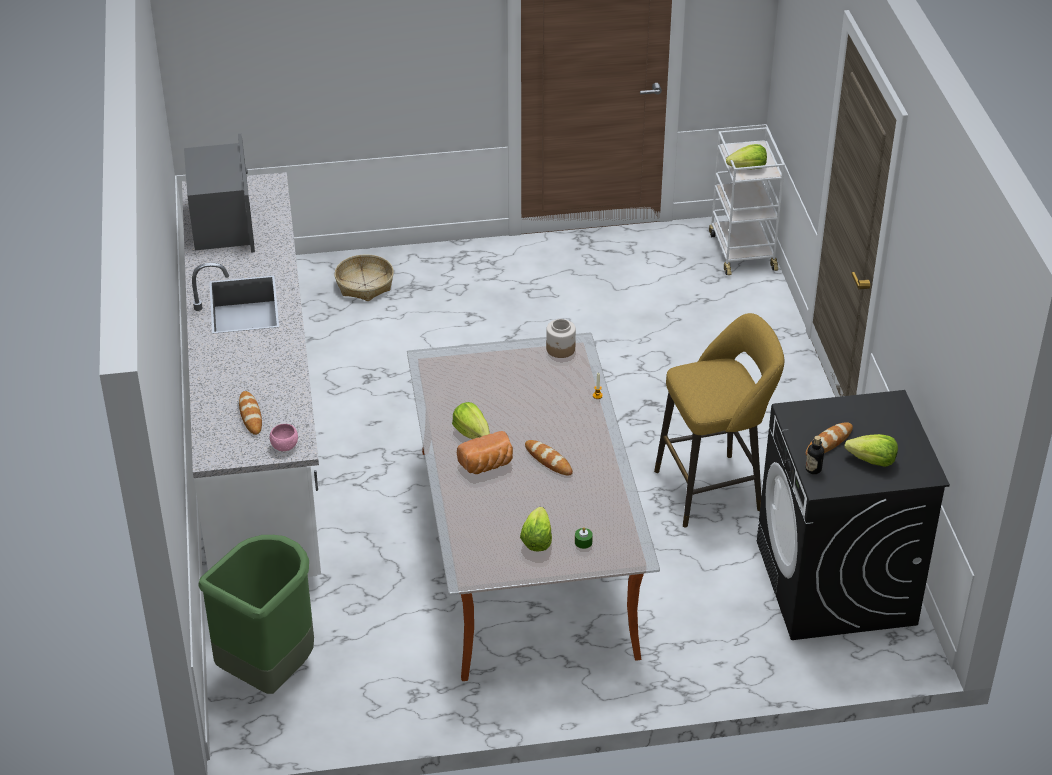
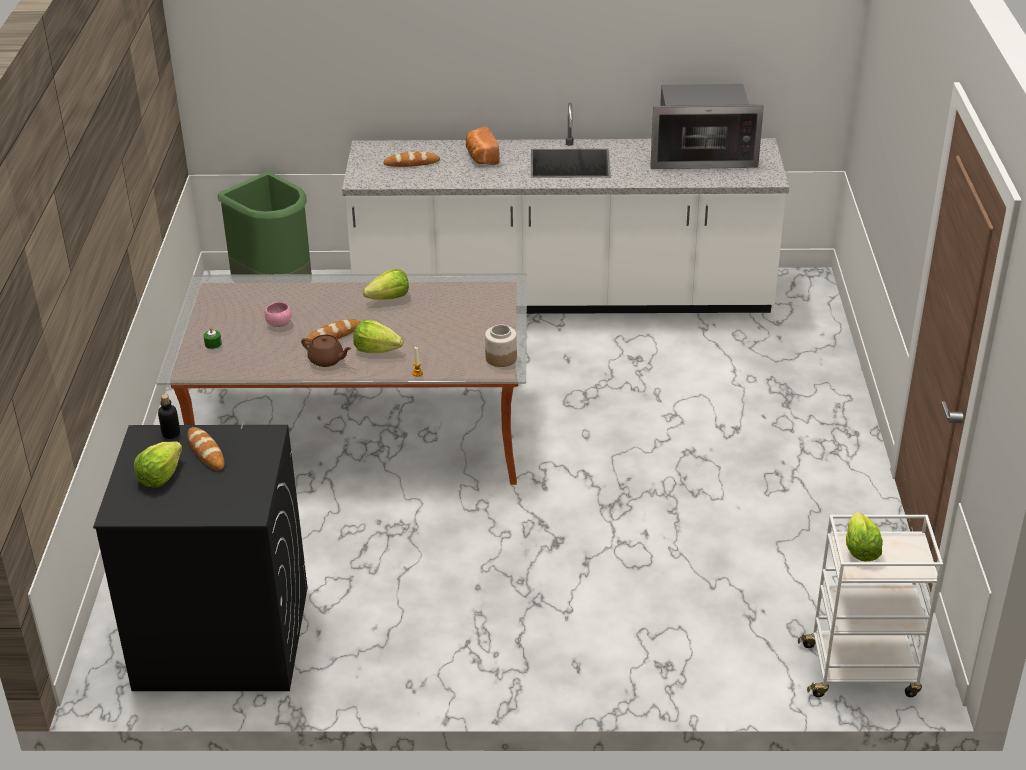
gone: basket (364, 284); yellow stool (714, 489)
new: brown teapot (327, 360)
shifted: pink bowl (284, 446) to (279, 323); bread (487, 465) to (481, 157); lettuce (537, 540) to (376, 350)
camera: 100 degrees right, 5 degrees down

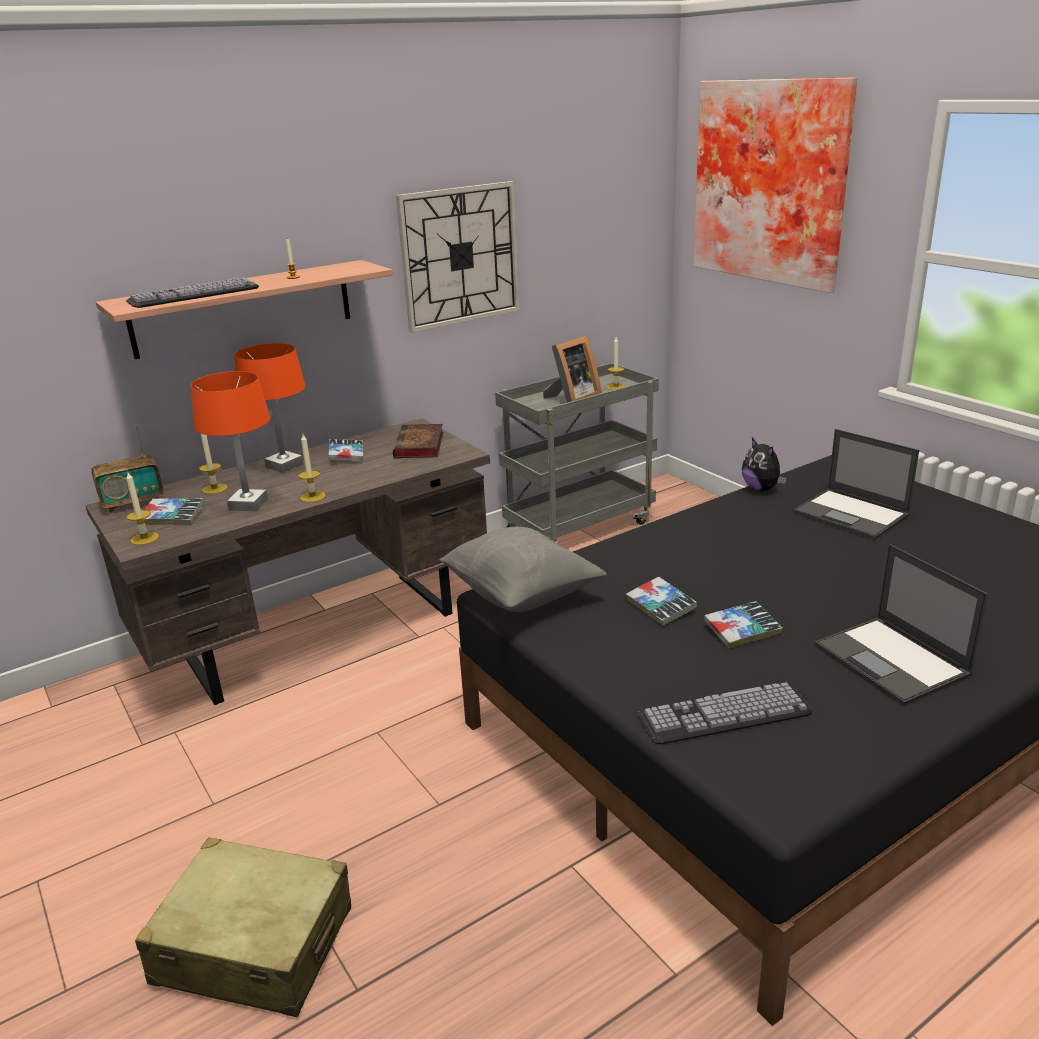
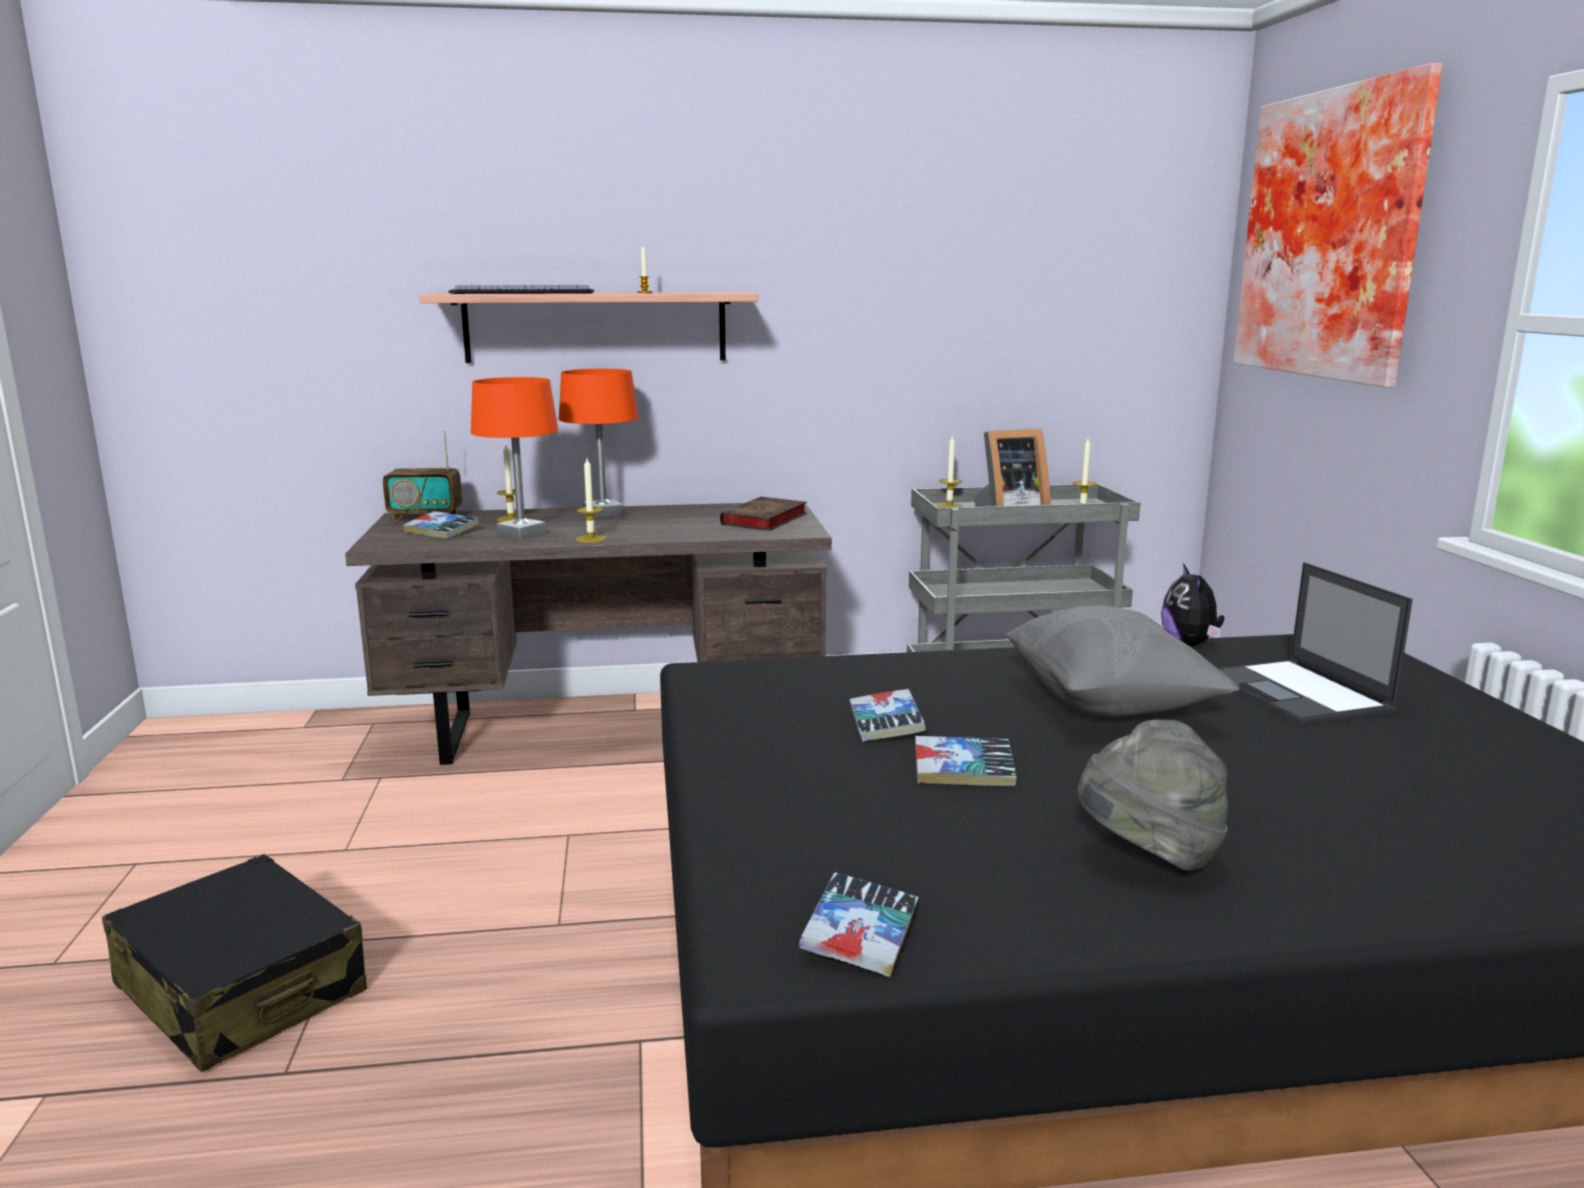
gone: wall clock (460, 256); keyboard (721, 707)
shifted: candle (144, 538) to (949, 506); book (346, 455) to (860, 935); grey pillow (521, 595) to (1108, 705)
swapped: laptop (892, 661) to grey hat (1148, 856)
repainted: beige suitcase (254, 945) to black suitcase (241, 989)
camera: 25 degrees right, 10 degrees down

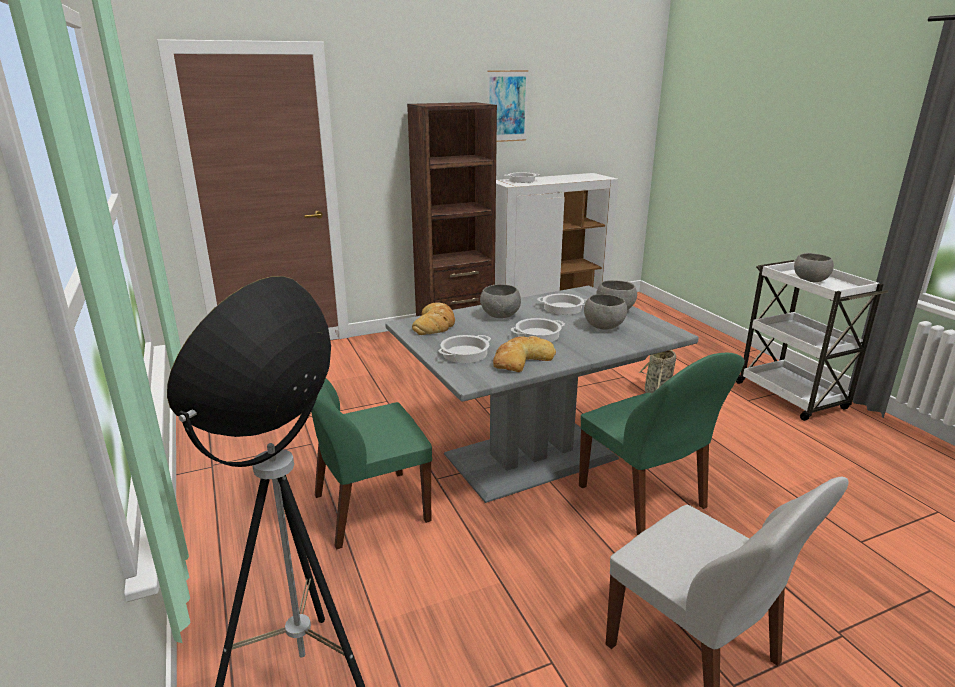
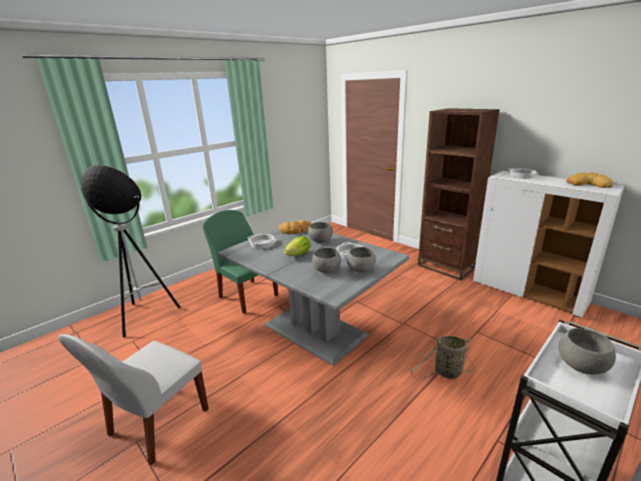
gone: picture (507, 106); green chair (643, 499)
shifted: bread (521, 360) to (588, 184)
swapped: cooking pot (538, 335) to lettuce (298, 255)
camera: 70 degrees right, 0 degrees up

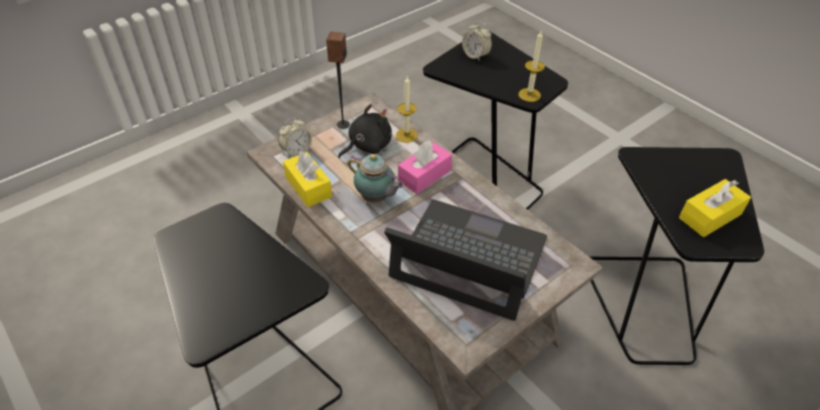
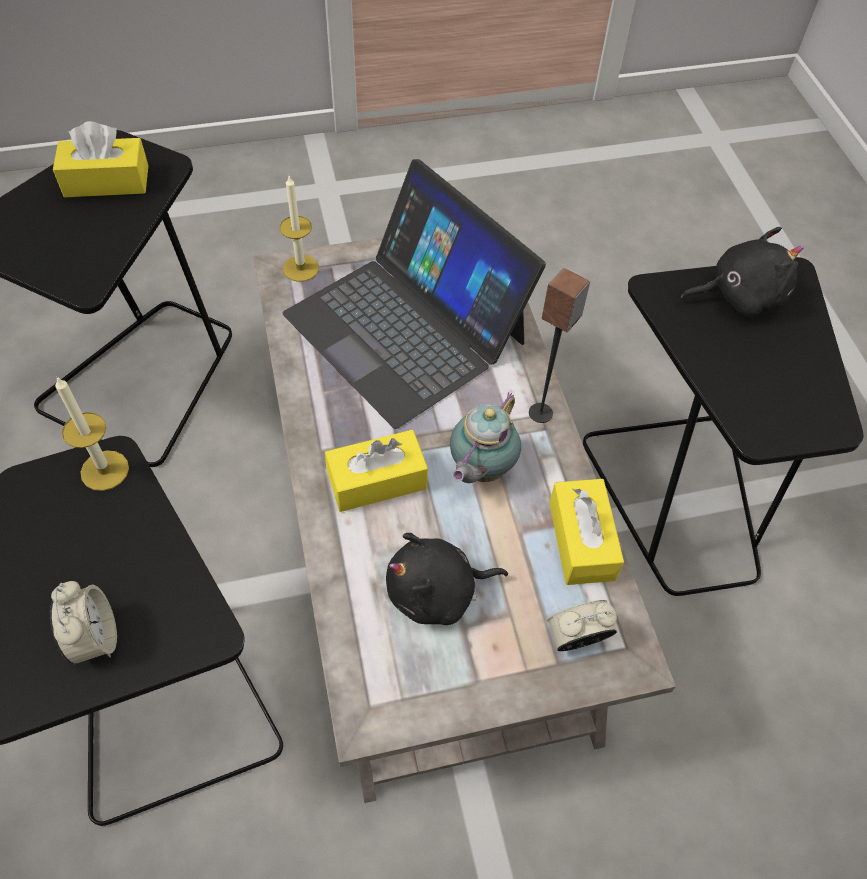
new: black plush toy (739, 296)
shifted: speaker (342, 124) to (541, 413); candle (406, 135) to (301, 268)
repainted: pink tissue box (424, 175) to yellow tissue box (377, 481)
rotated: teapot (376, 198) = (479, 470) 120 degrees counterclockwise
camera: 155 degrees left, 10 degrees up

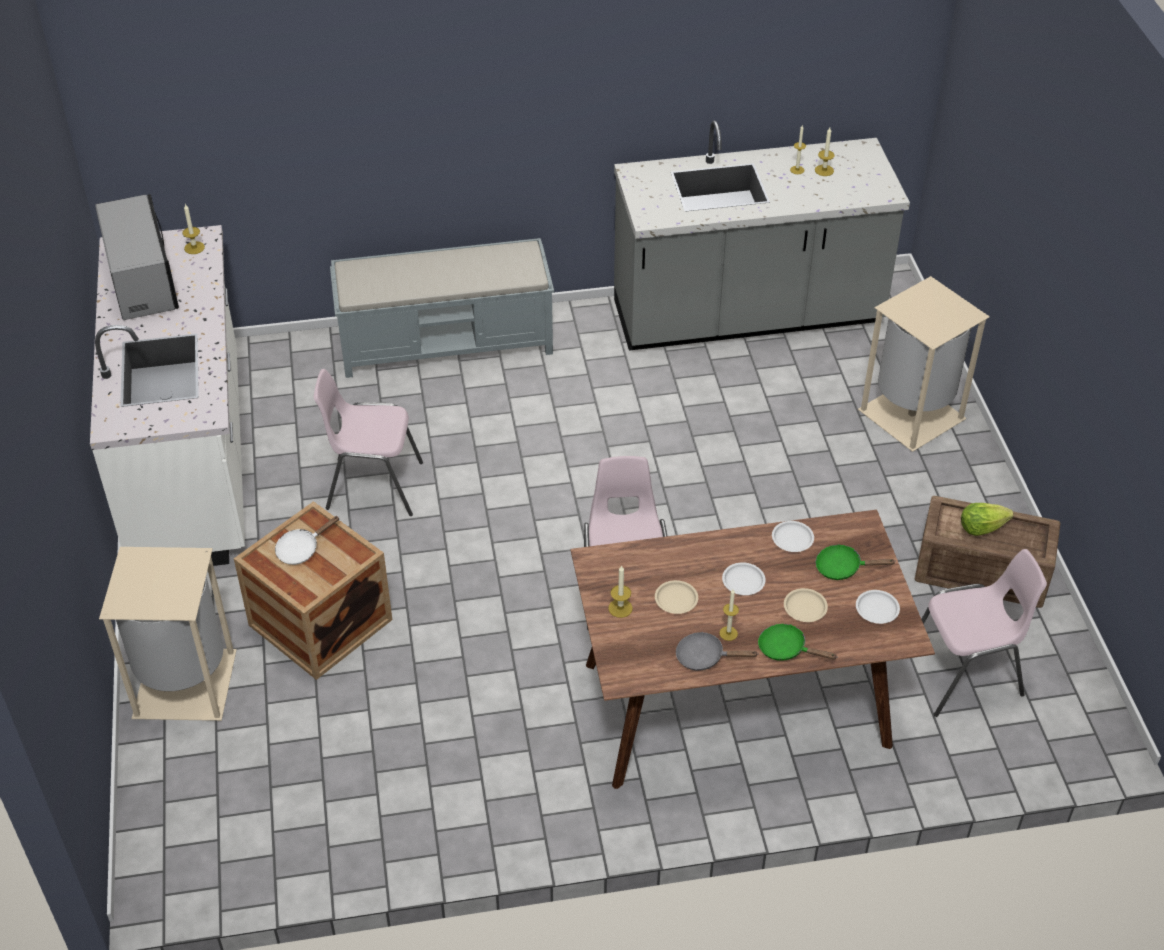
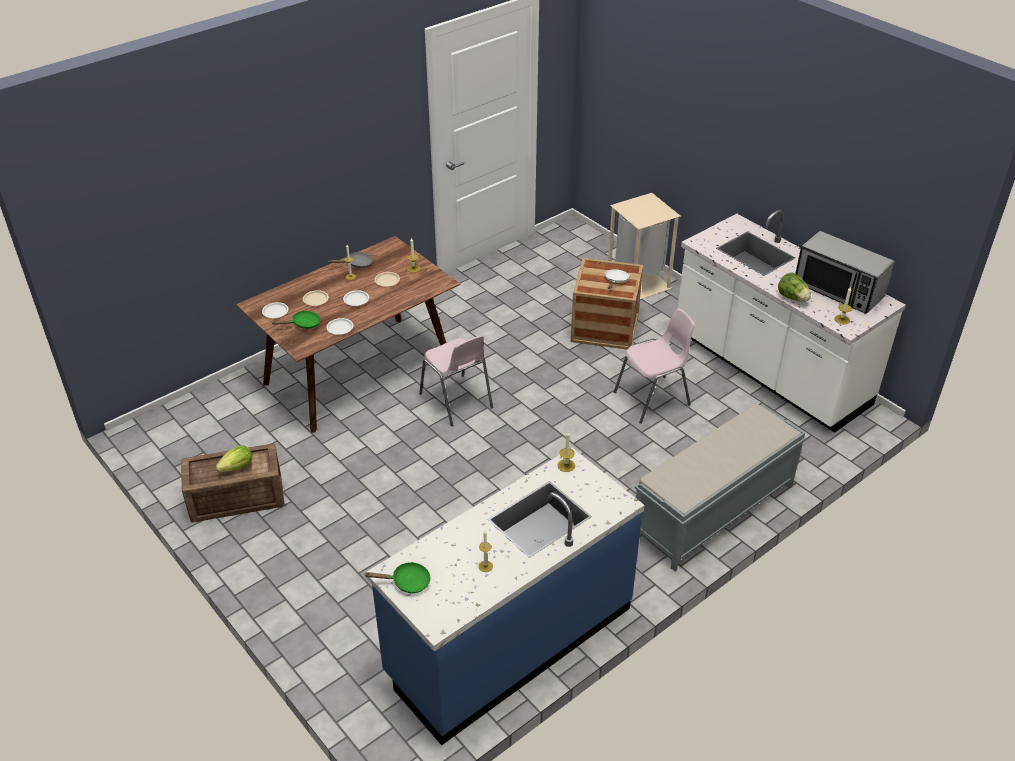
gone: beige trash can (911, 413); pink chair (965, 675)
new: lettuce (792, 298)
shifted: green frying pan (786, 649) to (407, 582); candle (824, 170) to (566, 465)
repainted: grey counter (747, 317) to blue counter (508, 641)
camera: 150 degrees right, 5 degrees down

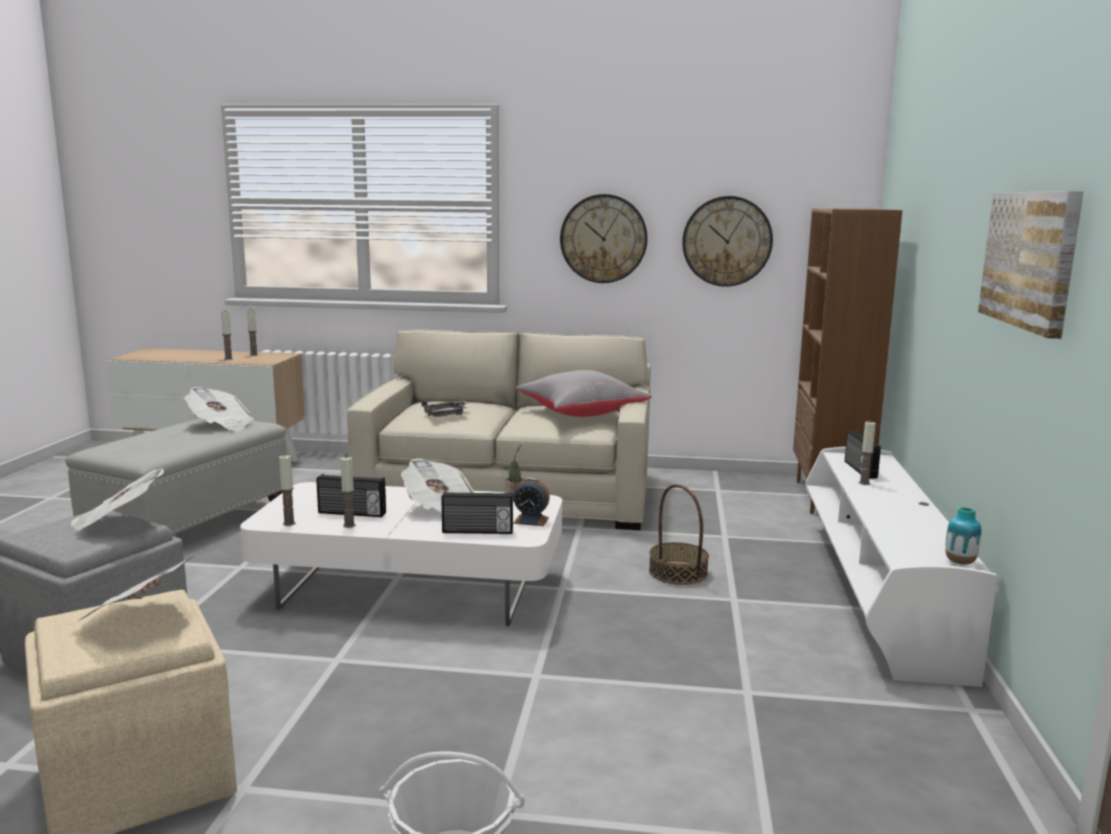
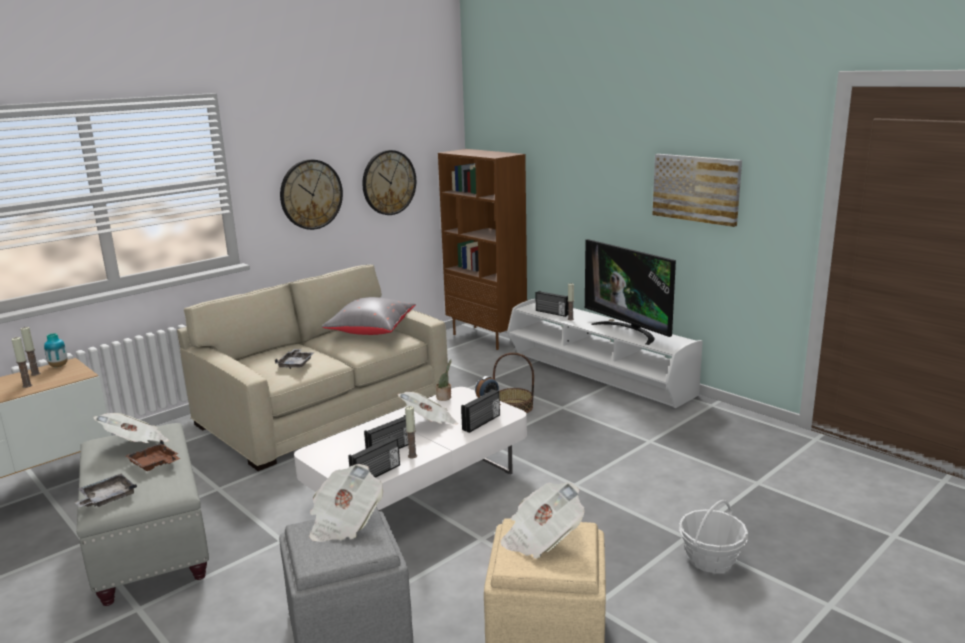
new: grey tray (107, 498); brown tray (154, 464); television (629, 331)
shifted: vase (960, 562) to (59, 366)
swapped: candle (289, 523) to radio (376, 474)
camera: 50 degrees left, 5 degrees up

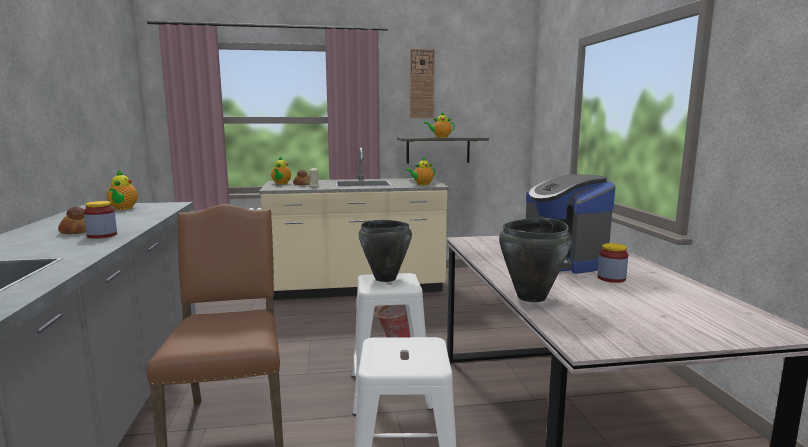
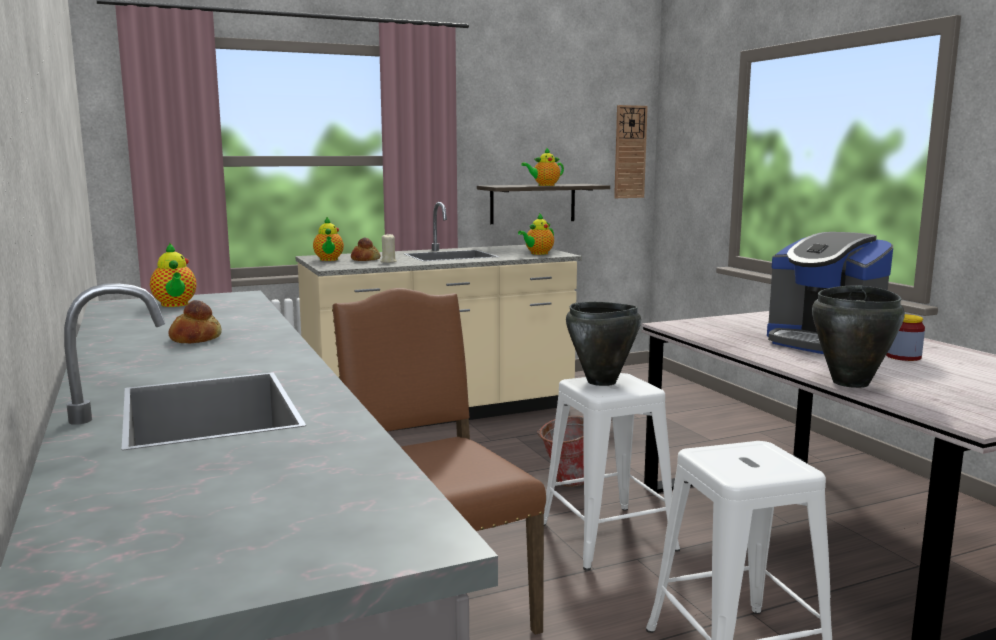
gone: jar (102, 235)
shifted: wall clock (422, 84) to (630, 152)
camera: 15 degrees left, 0 degrees up

